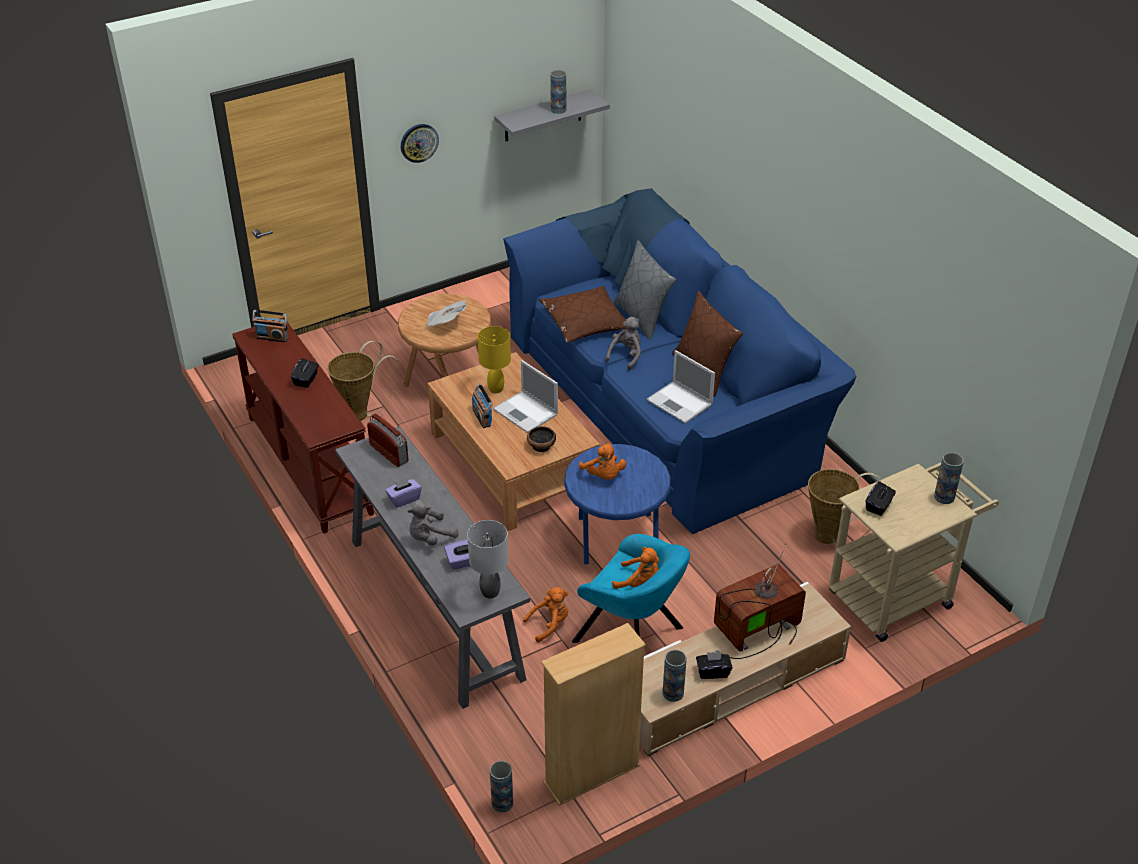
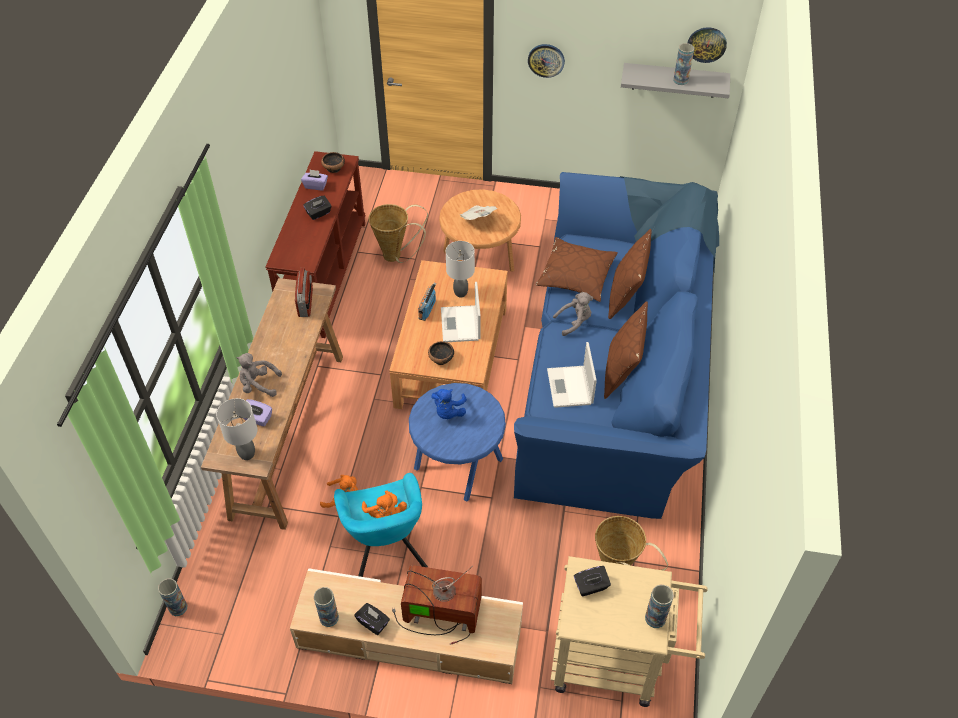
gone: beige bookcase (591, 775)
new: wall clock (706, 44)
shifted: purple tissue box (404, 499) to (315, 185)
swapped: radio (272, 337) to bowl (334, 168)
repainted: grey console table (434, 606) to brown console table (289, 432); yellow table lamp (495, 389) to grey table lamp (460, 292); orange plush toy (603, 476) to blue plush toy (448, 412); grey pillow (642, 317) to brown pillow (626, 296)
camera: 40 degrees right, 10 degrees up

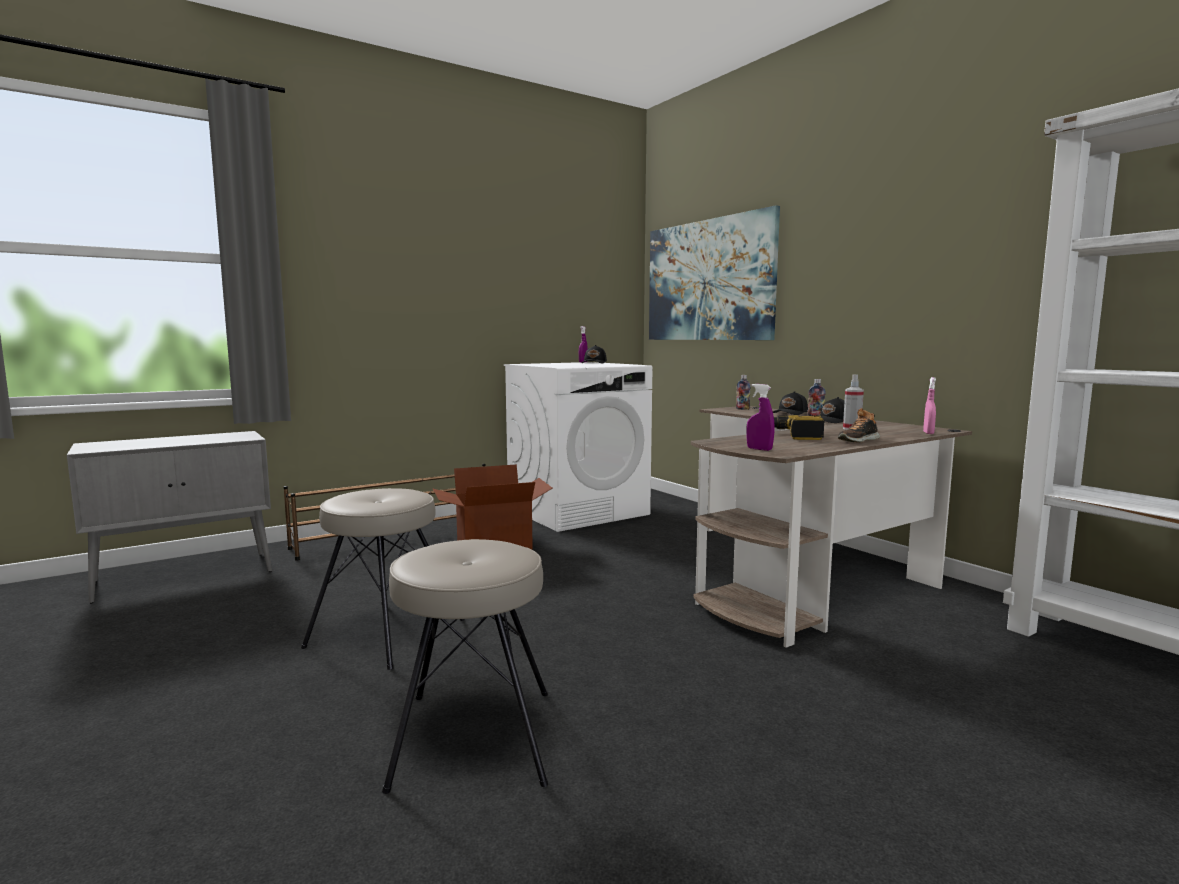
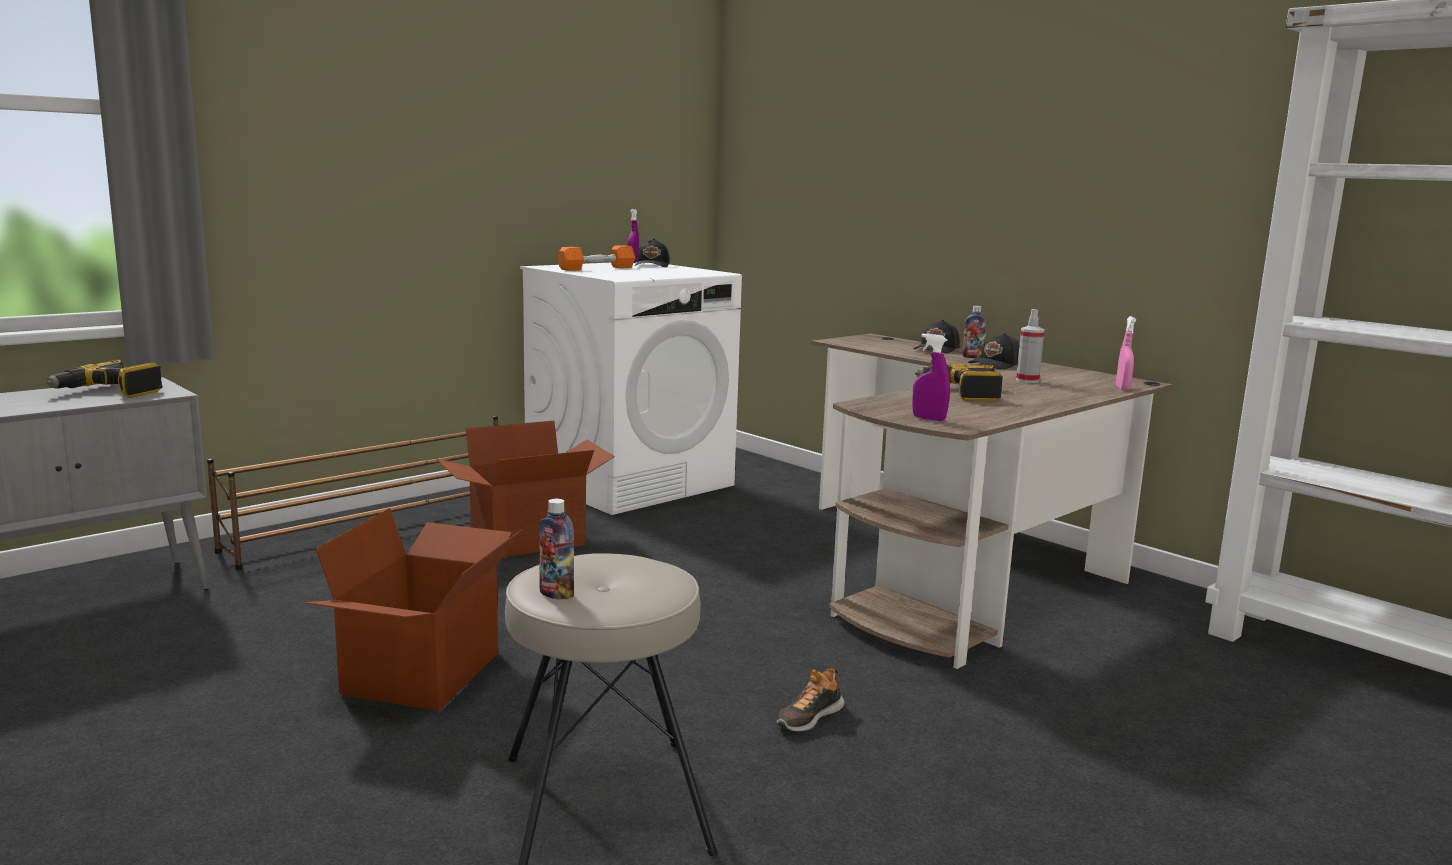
gone: picture (708, 280)
new: power drill (109, 392); orange dumbbell (597, 268)
shifted: bottle (742, 409) to (556, 594); shoe (857, 440) to (808, 717)
swapped: beige stool (385, 633) to cardboard box (425, 674)
camera: 10 degrees left, 5 degrees up

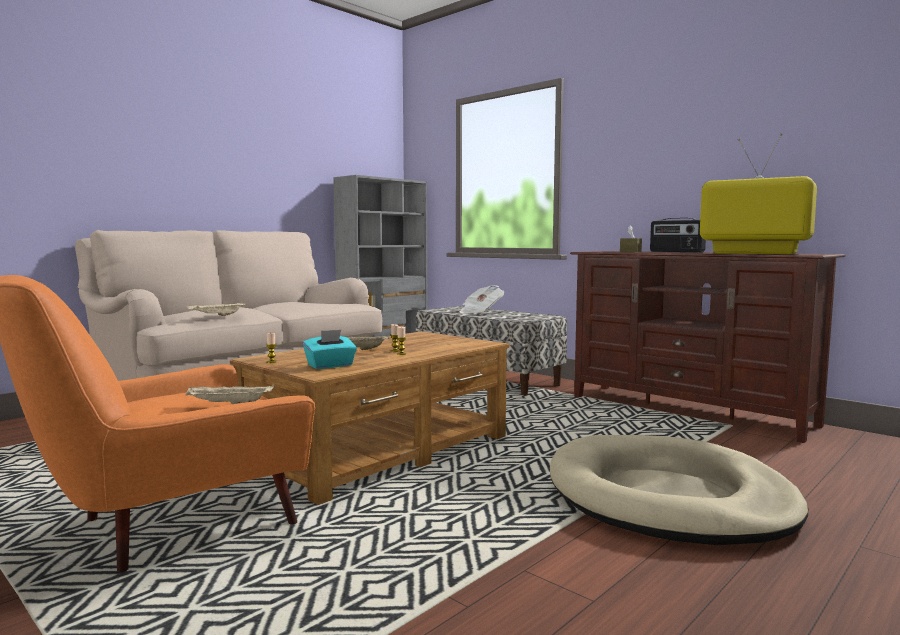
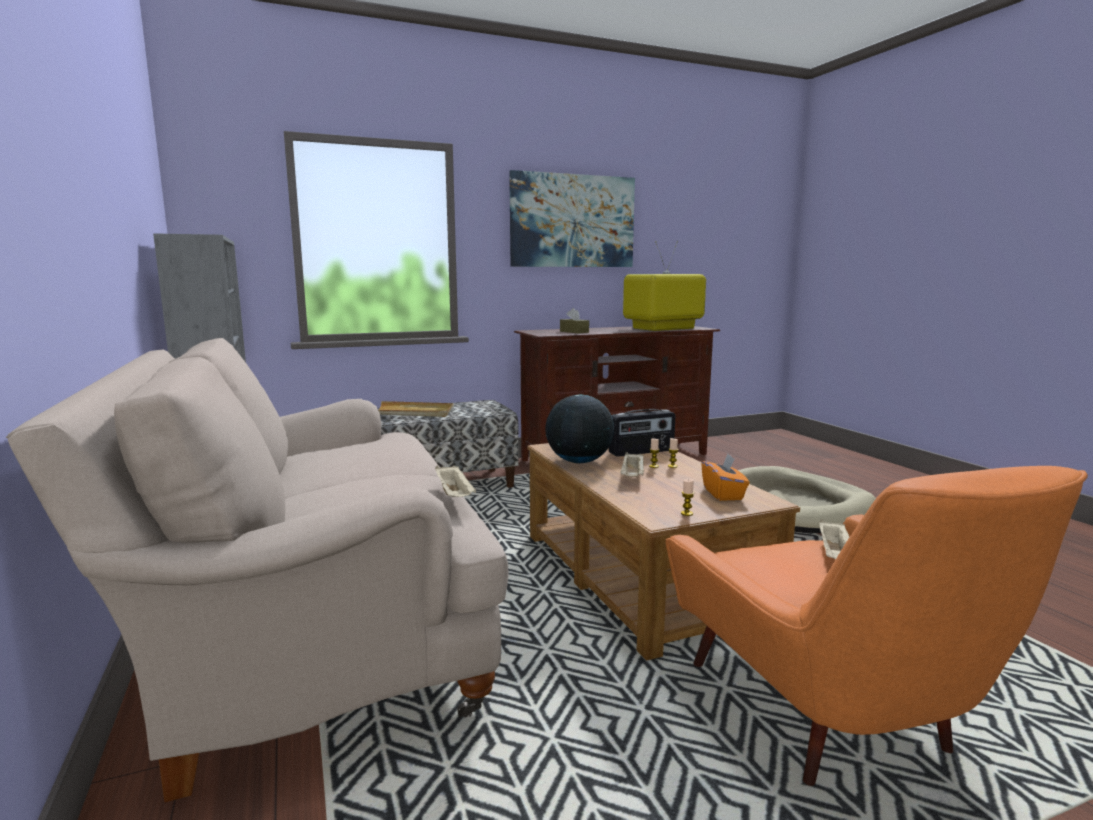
new: picture (572, 221); globe (578, 461)
shifted: radio (676, 251) to (641, 452)
swapped: newspaper (480, 312) to beige tray (413, 412)
repainted: turquoise tissue box (330, 366) to orange tissue box (723, 494)
camera: 65 degrees left, 5 degrees up

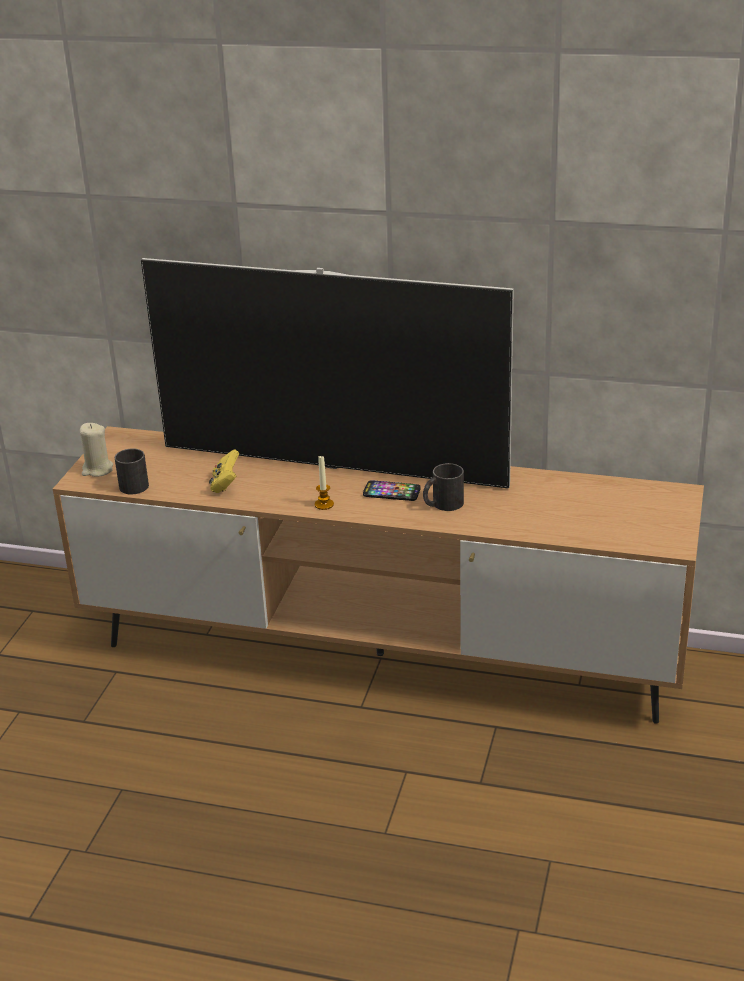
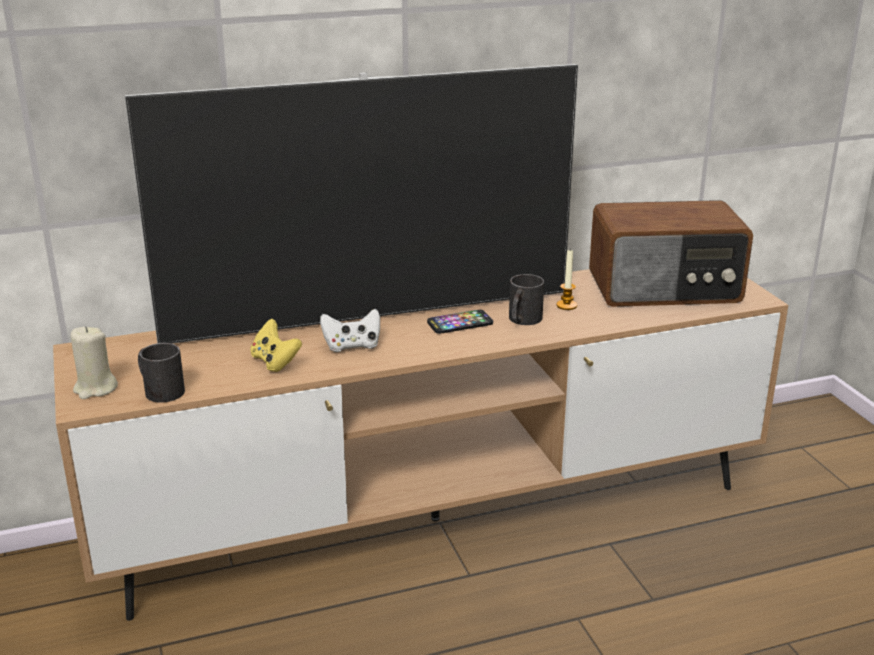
new: white game controller (352, 346); radio (665, 288)
shifted: candle (324, 504) to (566, 305)
camera: 35 degrees left, 5 degrees down

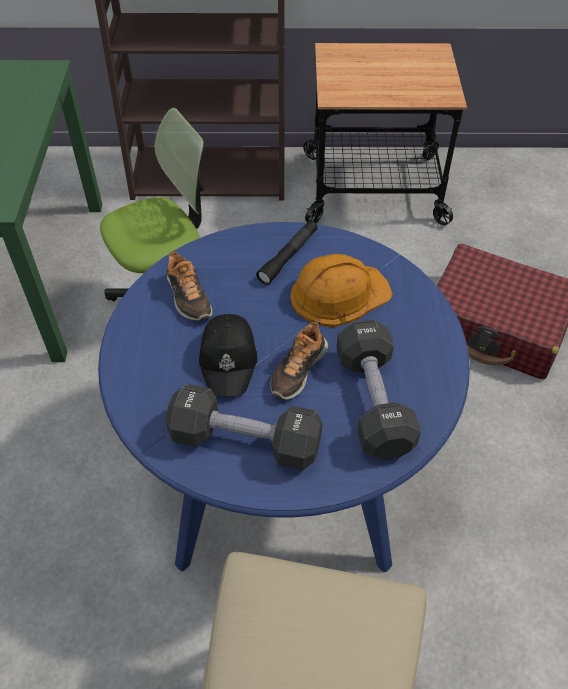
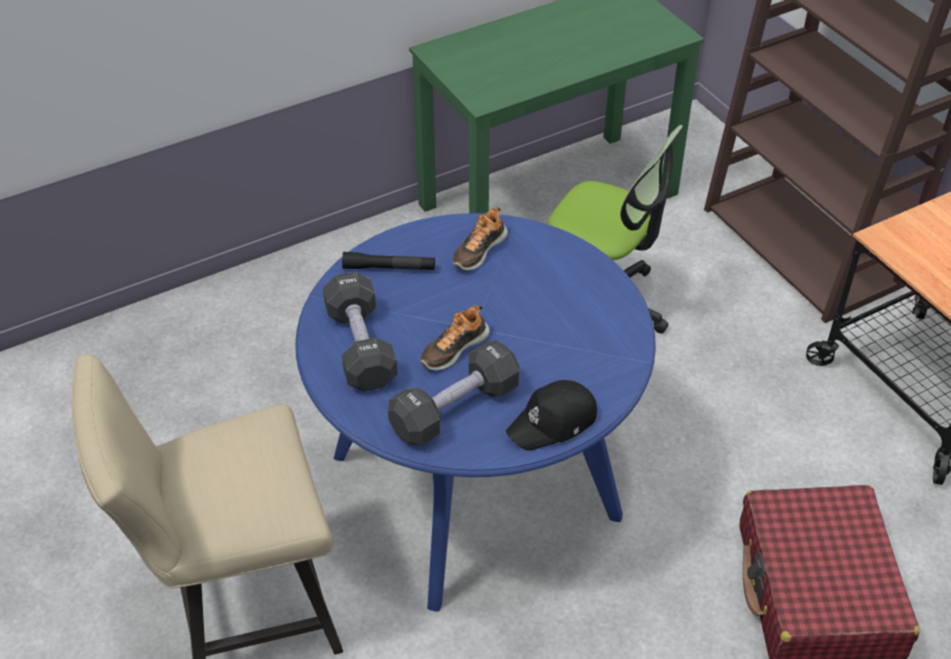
gone: orange hard hat (339, 294)
shifted: black cap (229, 360) to (553, 423); black flashlight (288, 257) to (389, 268)
rotated: shoe (298, 370) = (453, 348) 45 degrees counterclockwise
camera: 60 degrees right, 5 degrees down

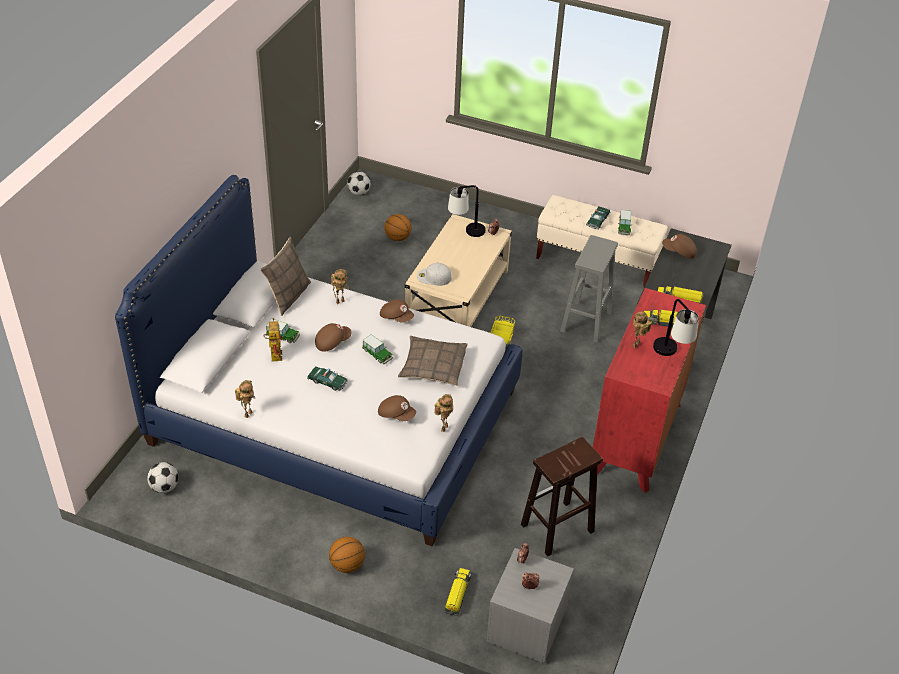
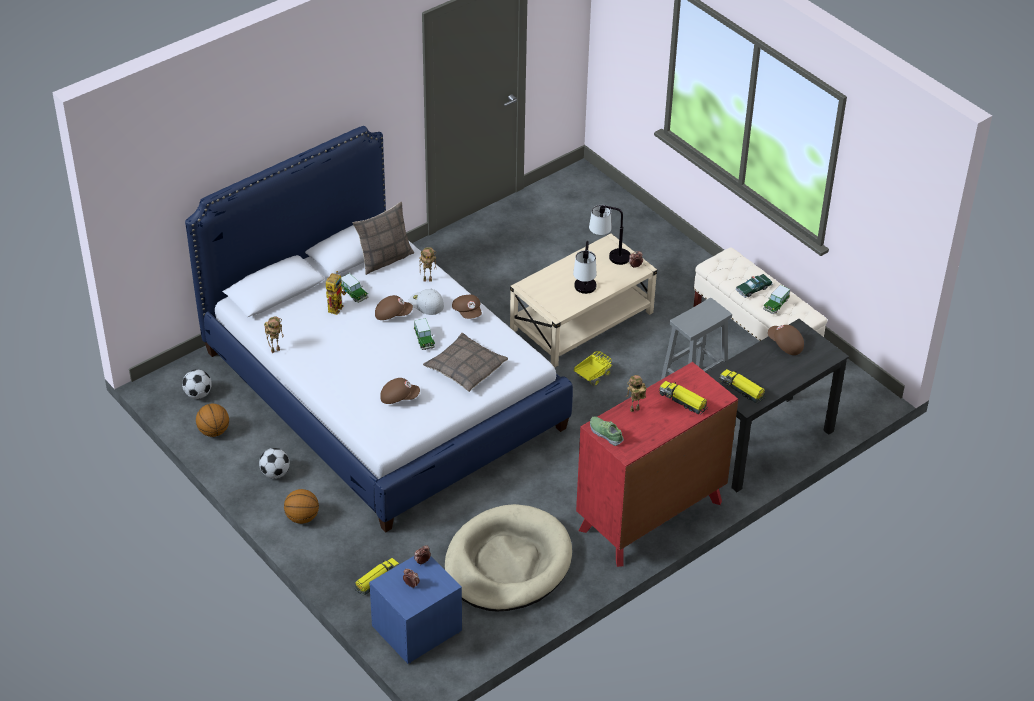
gone: toy car (327, 382); toy robot (443, 427)
new: shoe (606, 433)
shifted: football (359, 192) to (275, 473); basketball (397, 238) to (214, 431); white cap (433, 277) to (425, 303); table lamp (671, 355) to (584, 293)
swapped: brown stool (556, 529) to beige dog bed (507, 563)
repainted: grey nightstand (526, 625) to blue nightstand (416, 629)
rotated: brown cap (396, 414) = (399, 397) 60 degrees counterclockwise
camera: 30 degrees right, 0 degrees up

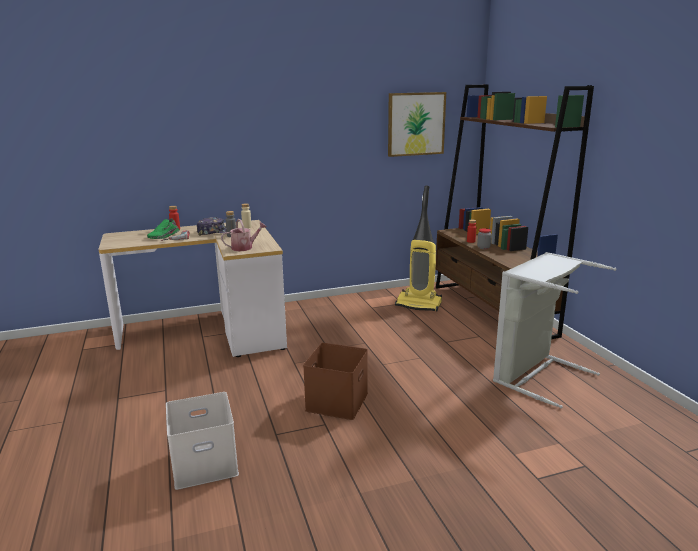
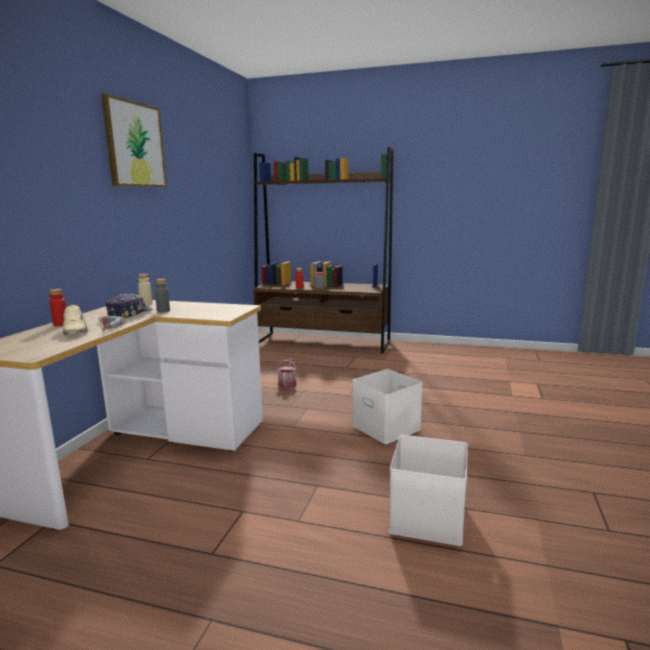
gone: vacuum cleaner (419, 304); grey laundry basket (536, 375)
shifted: watering can (245, 247) to (287, 383); picture (416, 124) to (134, 145)
repainted: green shoe (164, 236) to beige shoe (76, 331); brown storage box (336, 401) to white storage box (384, 427)
camera: 55 degrees left, 5 degrees down

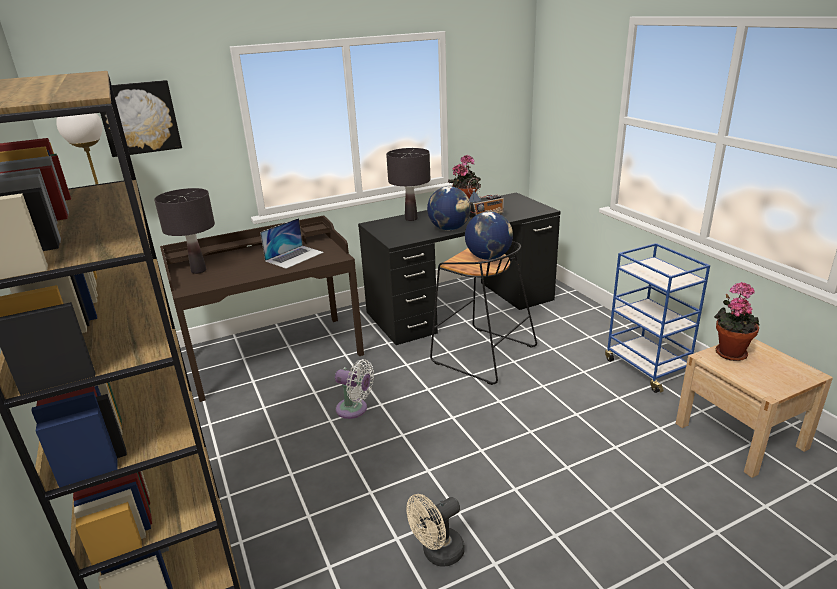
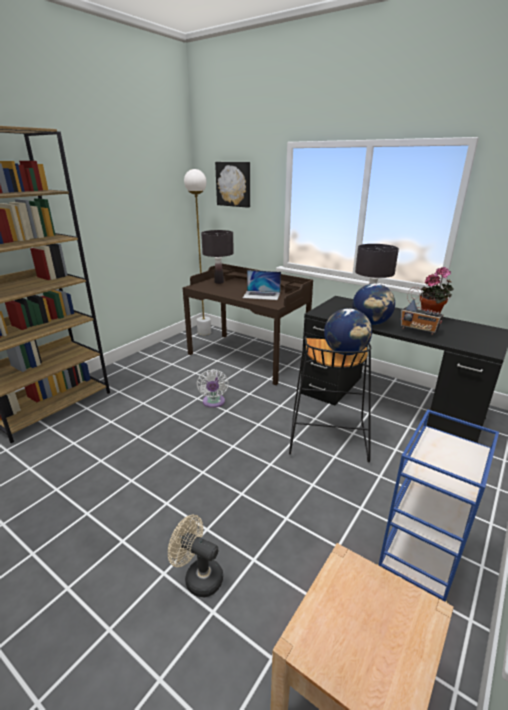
gone: potted plant (729, 352)
shifted: beige fan (437, 554) to (198, 577)
camera: 60 degrees right, 0 degrees up

